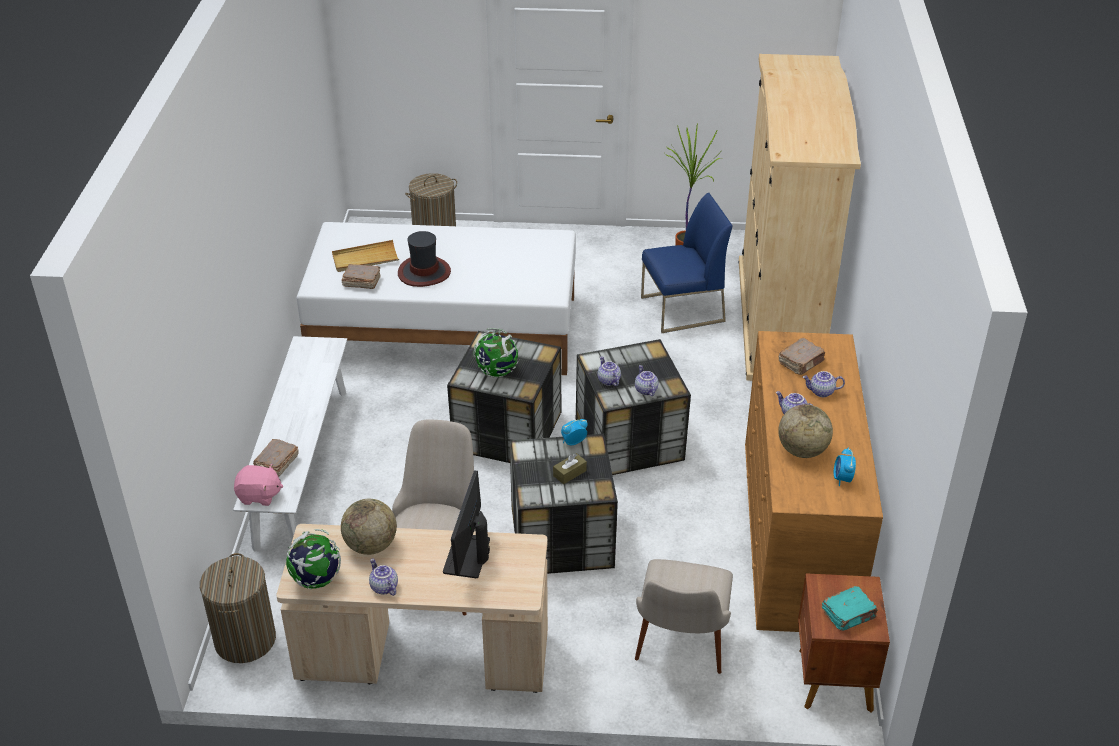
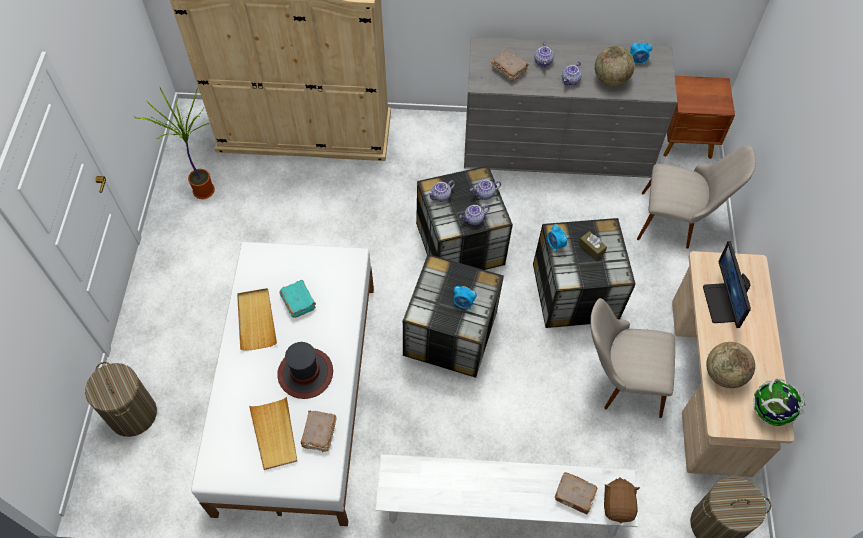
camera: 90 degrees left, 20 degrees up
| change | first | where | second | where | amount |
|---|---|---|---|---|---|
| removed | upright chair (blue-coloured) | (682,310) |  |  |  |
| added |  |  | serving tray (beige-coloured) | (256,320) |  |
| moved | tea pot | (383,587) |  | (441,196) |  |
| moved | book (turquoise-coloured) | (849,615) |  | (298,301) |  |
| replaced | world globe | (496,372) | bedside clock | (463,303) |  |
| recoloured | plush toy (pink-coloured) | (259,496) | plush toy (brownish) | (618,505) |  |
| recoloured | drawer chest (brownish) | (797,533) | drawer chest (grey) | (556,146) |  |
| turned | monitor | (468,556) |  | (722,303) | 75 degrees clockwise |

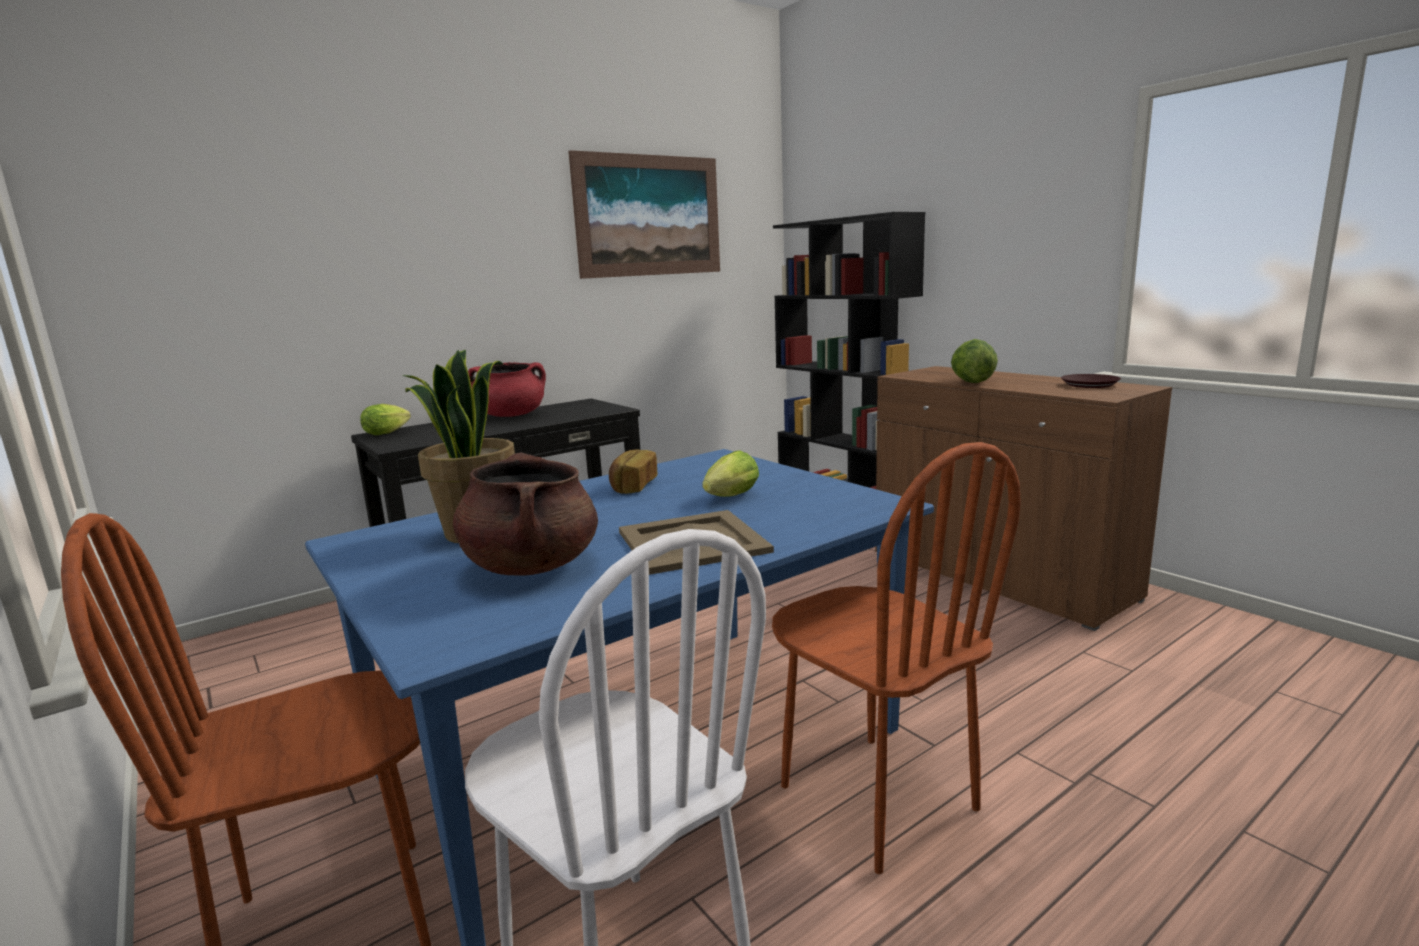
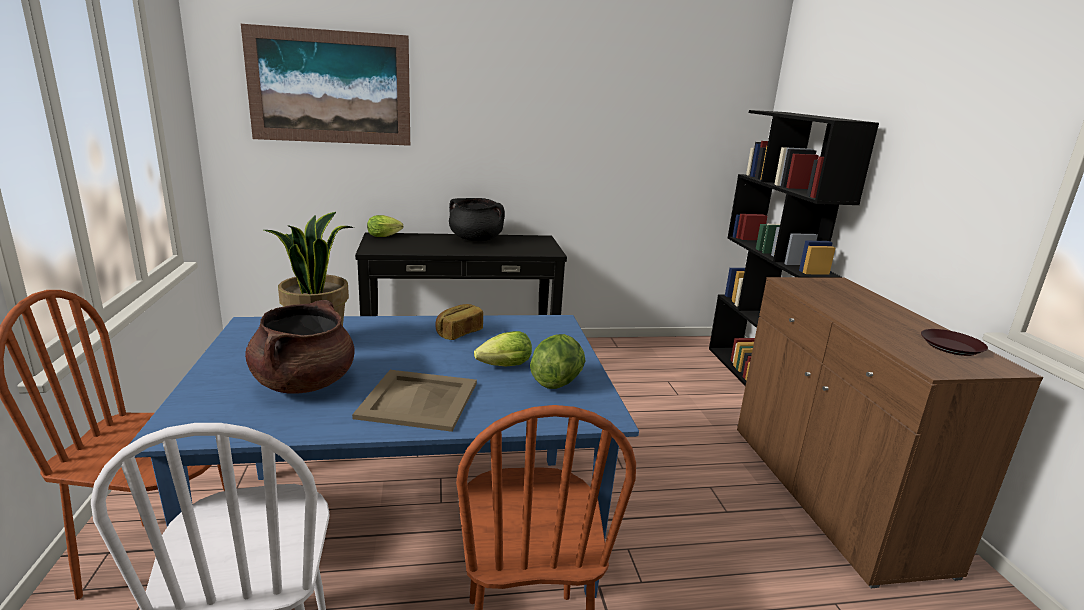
camera: 25 degrees right, 5 degrees up
| change | first | where | second | where | amount |
|---|---|---|---|---|---|
| moved | wall picture | (649,216) |  | (330,87) |  |
| moved | lettuce head | (971,382) |  | (557,382) |  |
| recoloured | stockpot (red-coloured) | (511,415) | stockpot (black-coloured) | (476,239) |  |

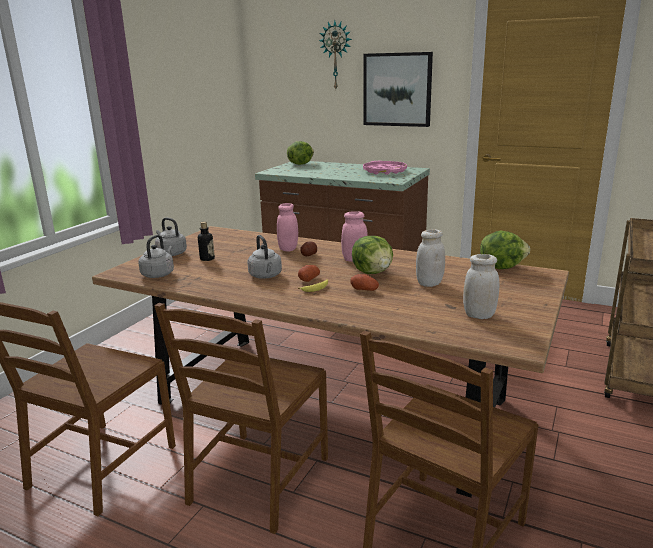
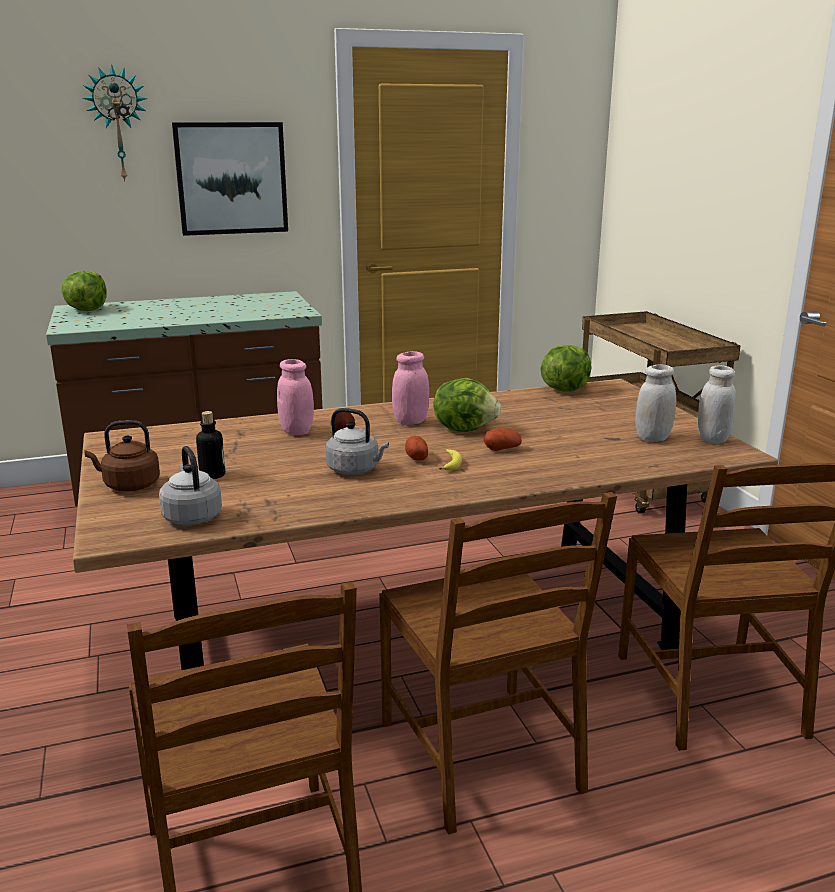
camera: 45 degrees left, 0 degrees up
| change | first | where | second | where | amount |
|---|---|---|---|---|---|
| removed | serving tray (pink-coloured) | (384,171) |  |  |  |
| moved | preserve jar (white-coloured) | (429,283) |  | (712,439) |  |
| recoloured | tea kettle (grey) | (171,253) | tea kettle (brownish) | (129,485) |  |

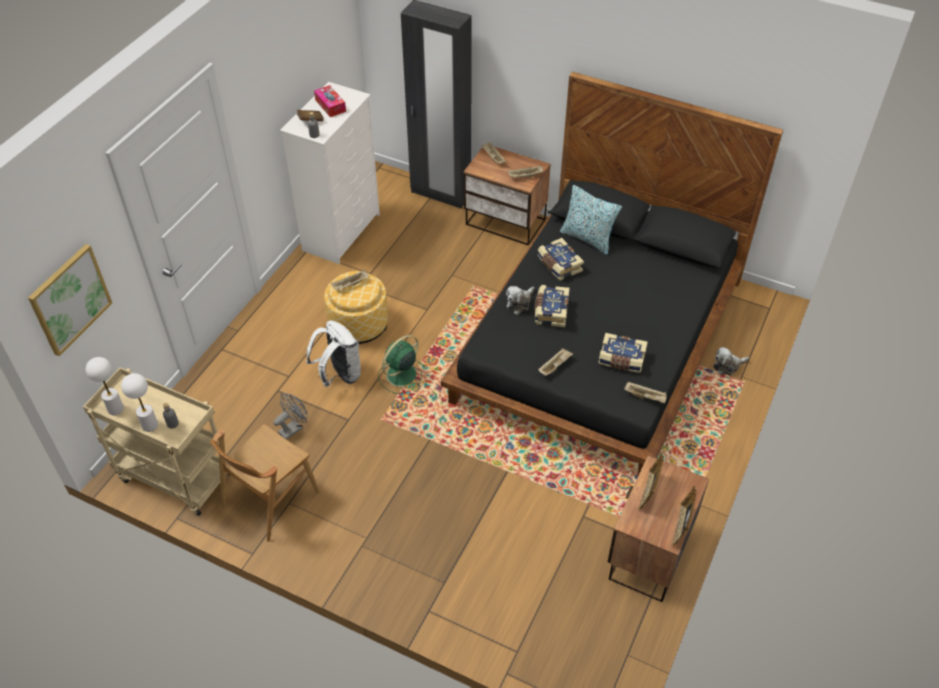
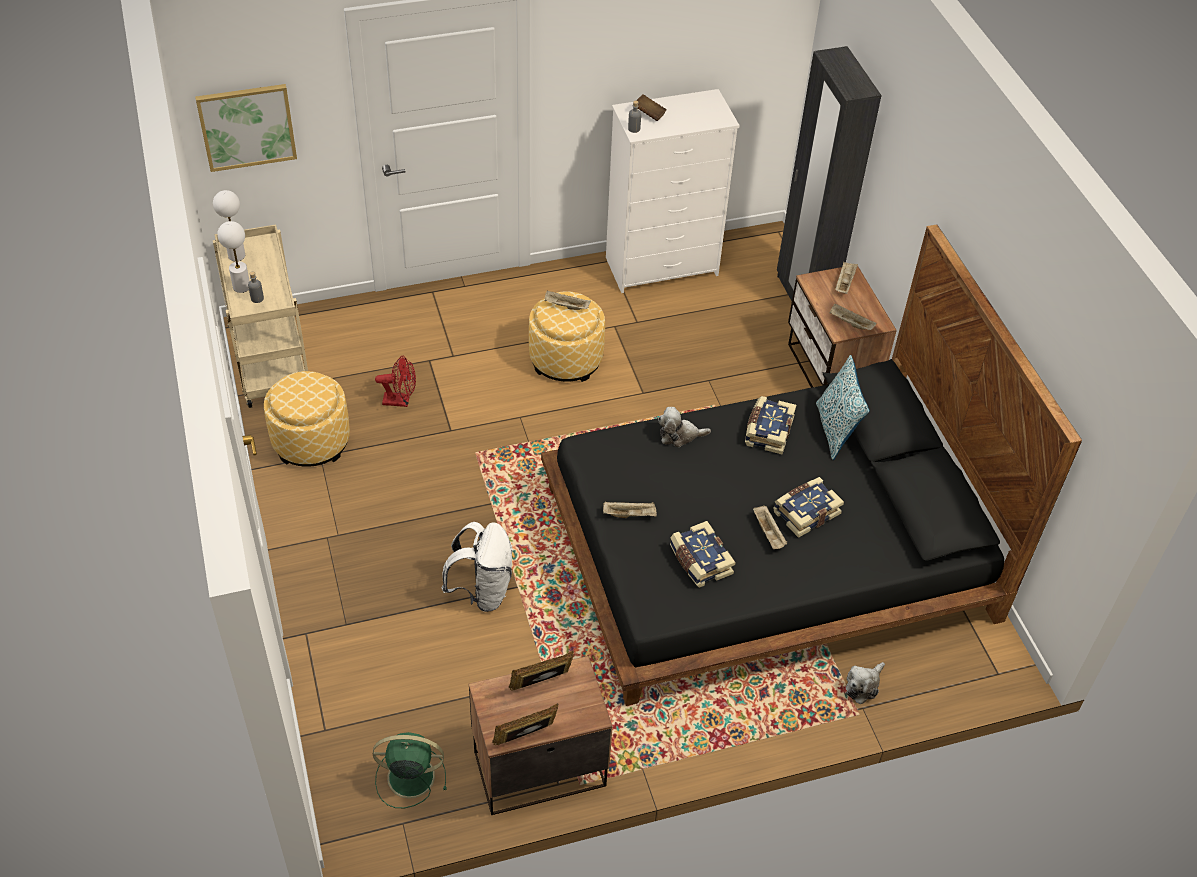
camera: 45 degrees right, 0 degrees up
| change | first | where | second | where | amount |
|---|---|---|---|---|---|
| removed | tissue box | (330,105) |  |  |  |
| moved | backpack (white-coloured) | (339,375) |  | (482,591) |  |
| moved | fan (green) | (400,375) |  | (408,777) |  |
| moved | book | (550,311) |  | (805,512) |  |
| moved | serving tray (beige-coloured) | (645,397) |  | (769,533) |  |
| replaced | upright chair (brownish) | (270,499) | footrest | (311,441) |  |
| recoloured | fan (grey) | (293,428) | fan (red-coloured) | (400,401) |  |
| turned | plush toy | (727,366) |  | (863,686) | 75 degrees counterclockwise |

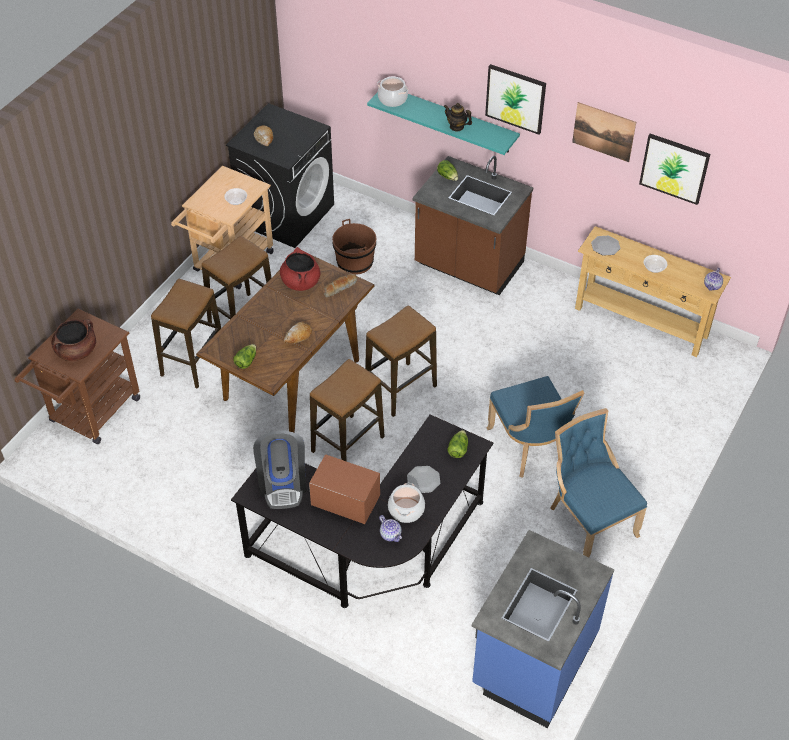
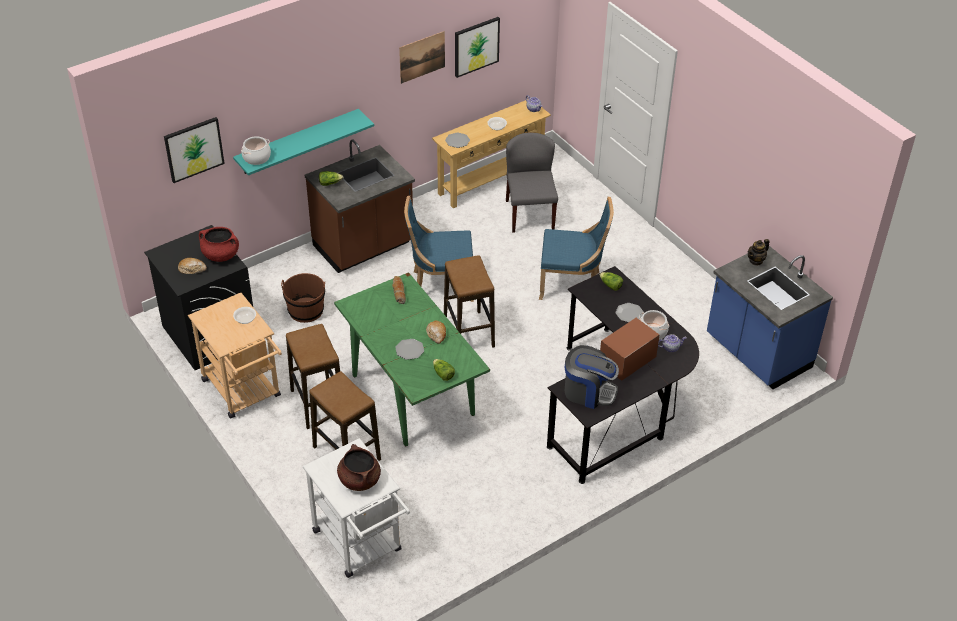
camera: 65 degrees left, 5 degrees down
| change | first | where | second | where | amount |
|---|---|---|---|---|---|
| removed | stool seat | (348,444) |  |  |  |
| added |  |  | plate | (409,350) |  |
| added |  |  | upright chair (grey) | (529,214) |  |
| moved | stockpot (red-coloured) | (300,282) |  | (220,255) |  |
| moved | tea pot | (457,127) |  | (756,261) |  |
| moved | wall picture | (515,98) |  | (194,149) |  |
| moved | upright chair (blue-coloured) | (589,521) |  | (440,284) |  |
| recoloured | trolley (brownish) | (90,415) | trolley (white-coloured) | (361,545) |  |
| recoloured | dining table (brownish) | (292,378) | dining table (green) | (412,393) |  |

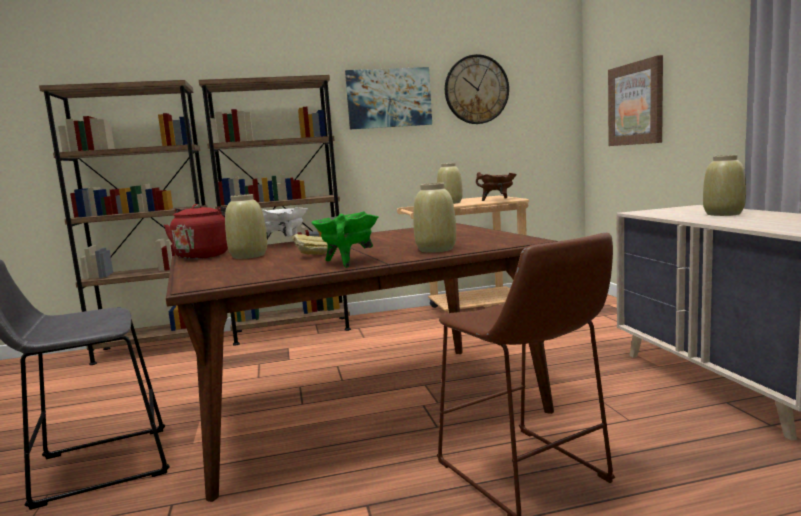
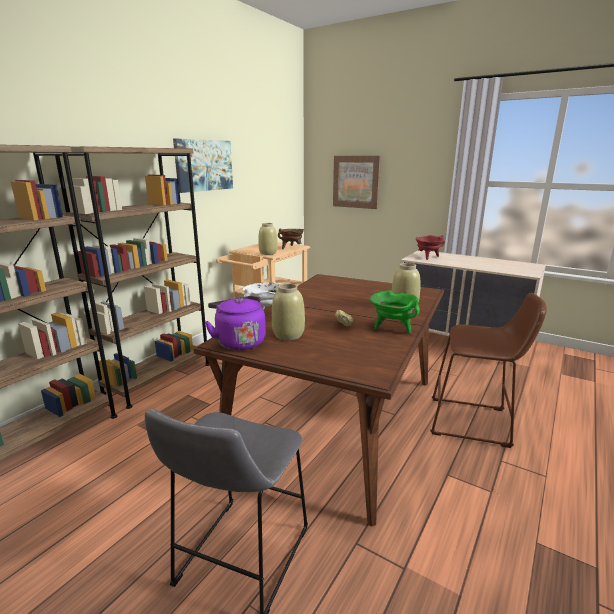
camera: 45 degrees left, 10 degrees up
| change | first | where | second | where | amount |
|---|---|---|---|---|---|
| removed | clock on the wall | (476,89) |  |  |  |
| removed | decorative vase (beige-coloured) | (723,214) |  |  |  |
| added |  |  | stockpot (red-coloured) | (427,257) |  |
| recoloured | tea kettle (red-coloured) | (204,255) | tea kettle (purple-coloured) | (239,342) |  |

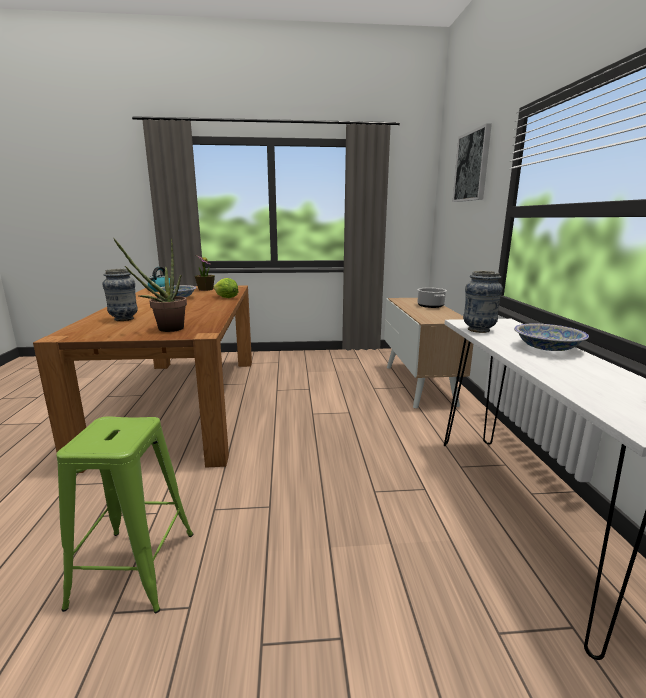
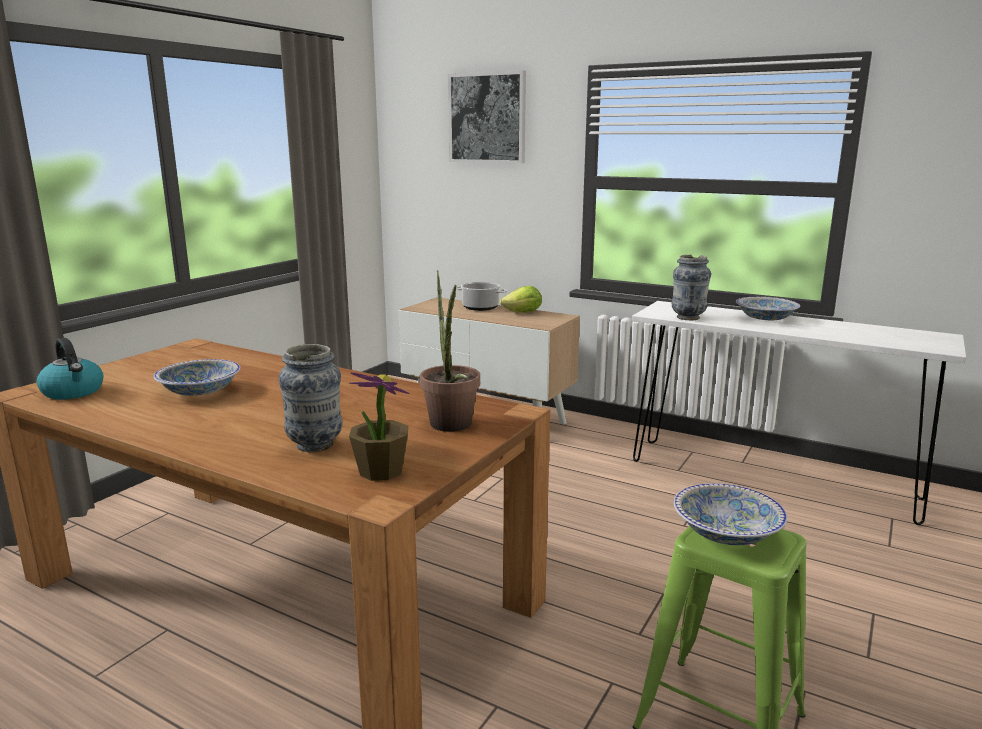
camera: 55 degrees left, 0 degrees up
| change | first | where | second | where | amount |
|---|---|---|---|---|---|
| added |  |  | serving bowl | (726,533) |  |
| moved | houseplant | (205,289) |  | (380,471) |  |
| moved | lettuce head | (226,298) |  | (523,313) |  |

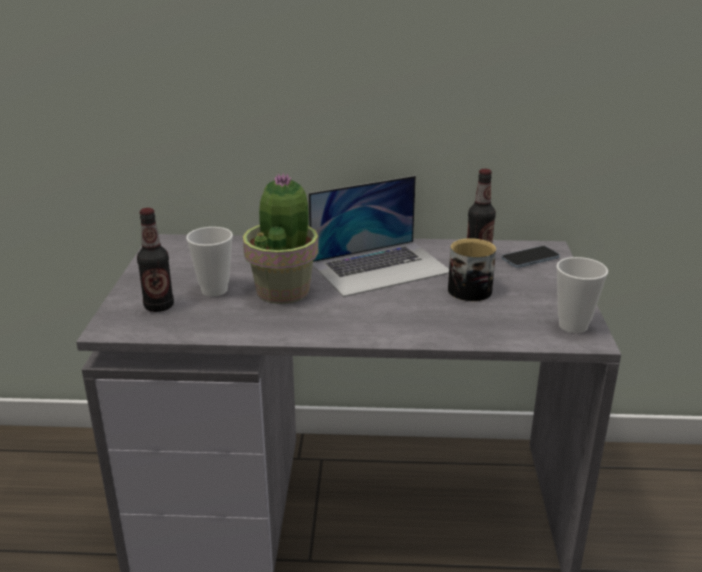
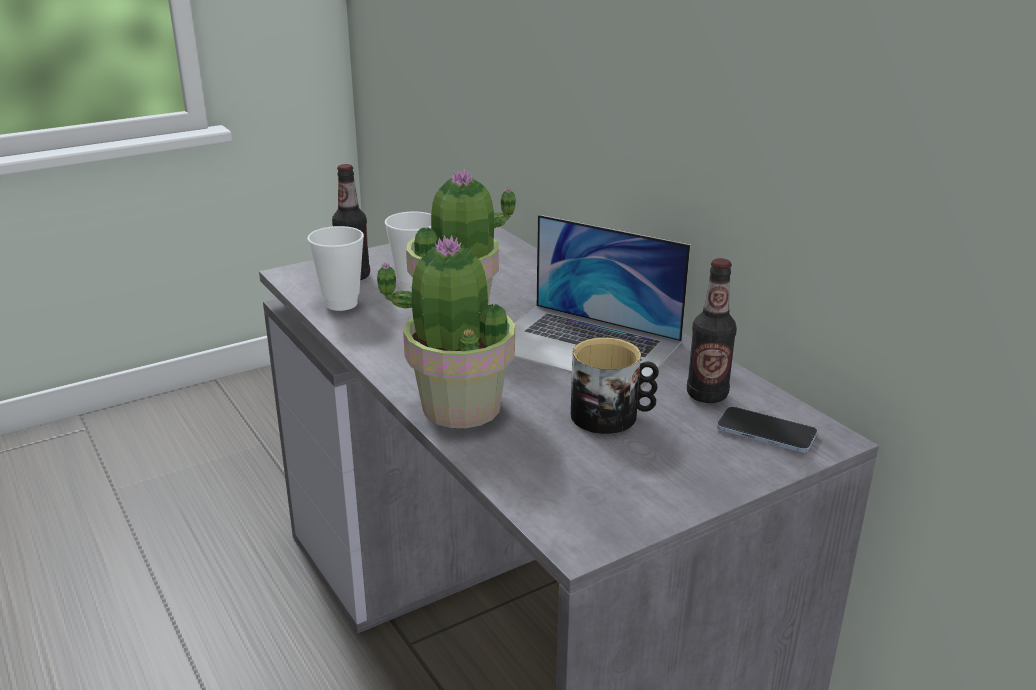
camera: 55 degrees right, 0 degrees up
| change | first | where | second | where | amount |
|---|---|---|---|---|---|
| added |  |  | houseplant | (460,407) |  |
| moved | small cup | (573,326) |  | (341,304) |  |

